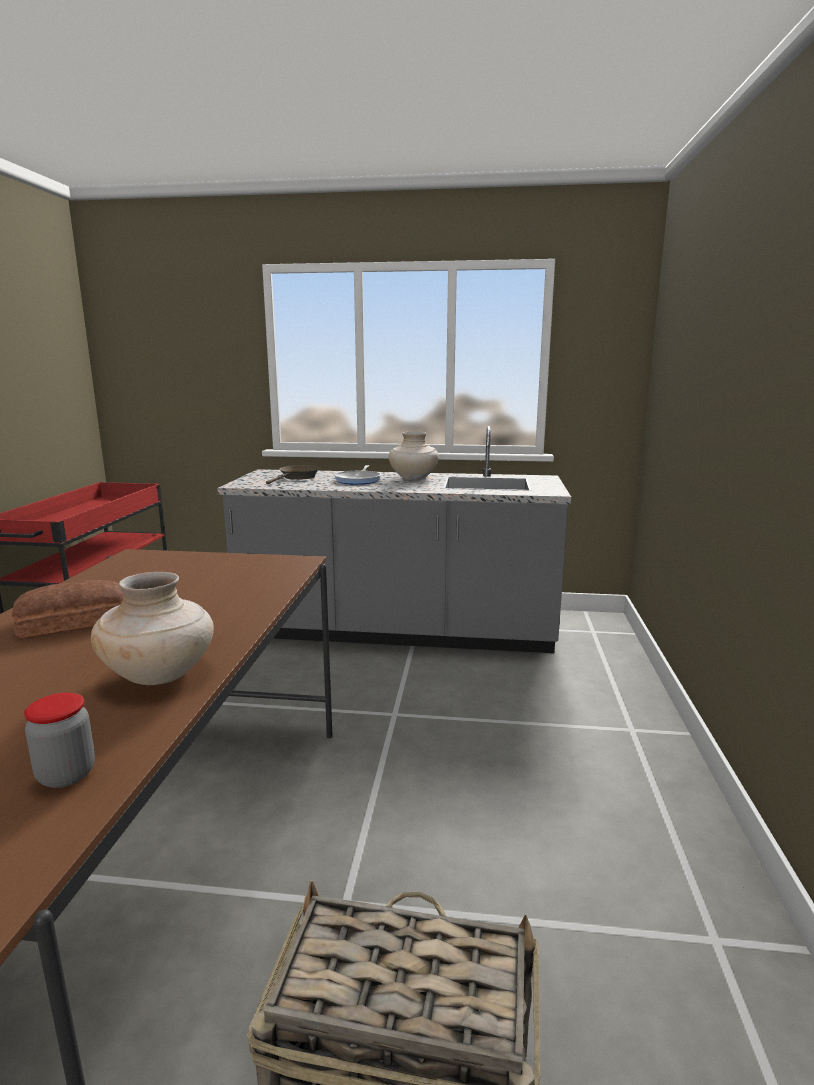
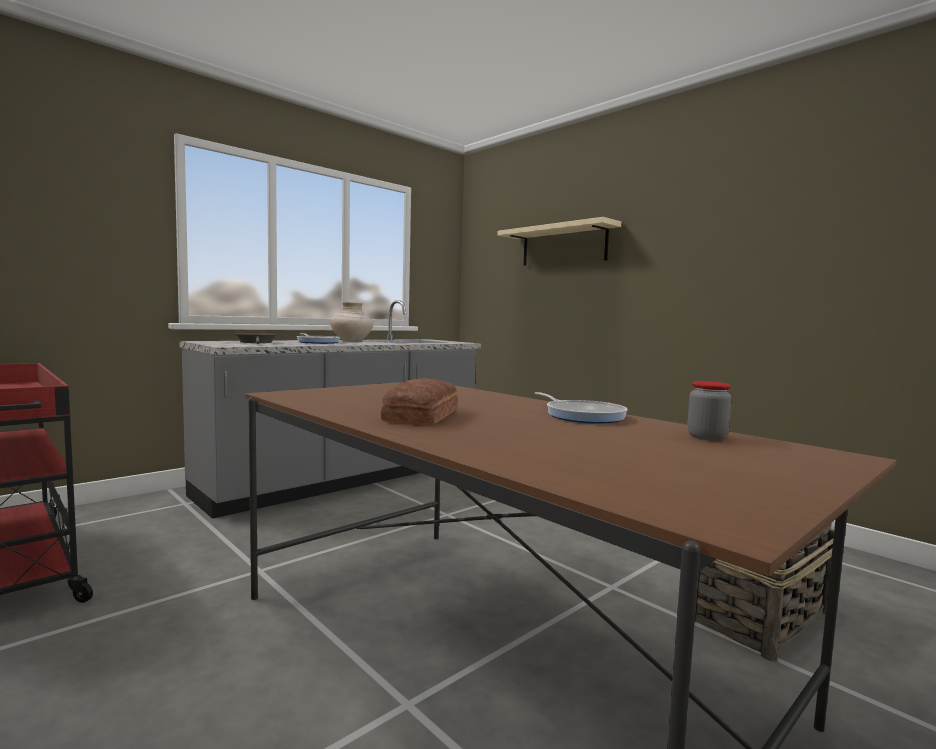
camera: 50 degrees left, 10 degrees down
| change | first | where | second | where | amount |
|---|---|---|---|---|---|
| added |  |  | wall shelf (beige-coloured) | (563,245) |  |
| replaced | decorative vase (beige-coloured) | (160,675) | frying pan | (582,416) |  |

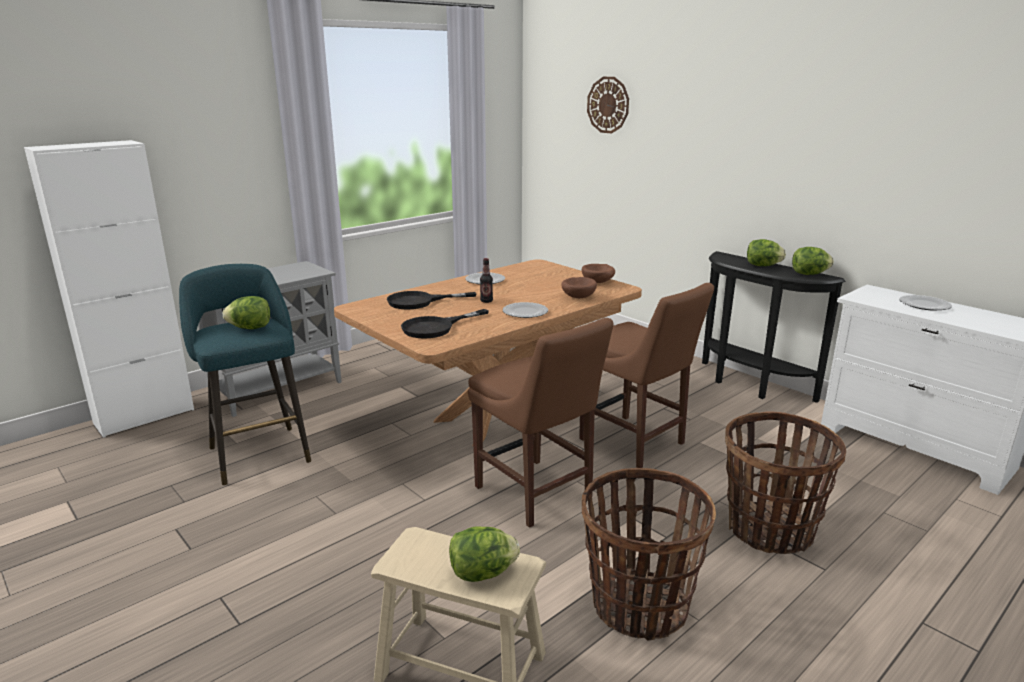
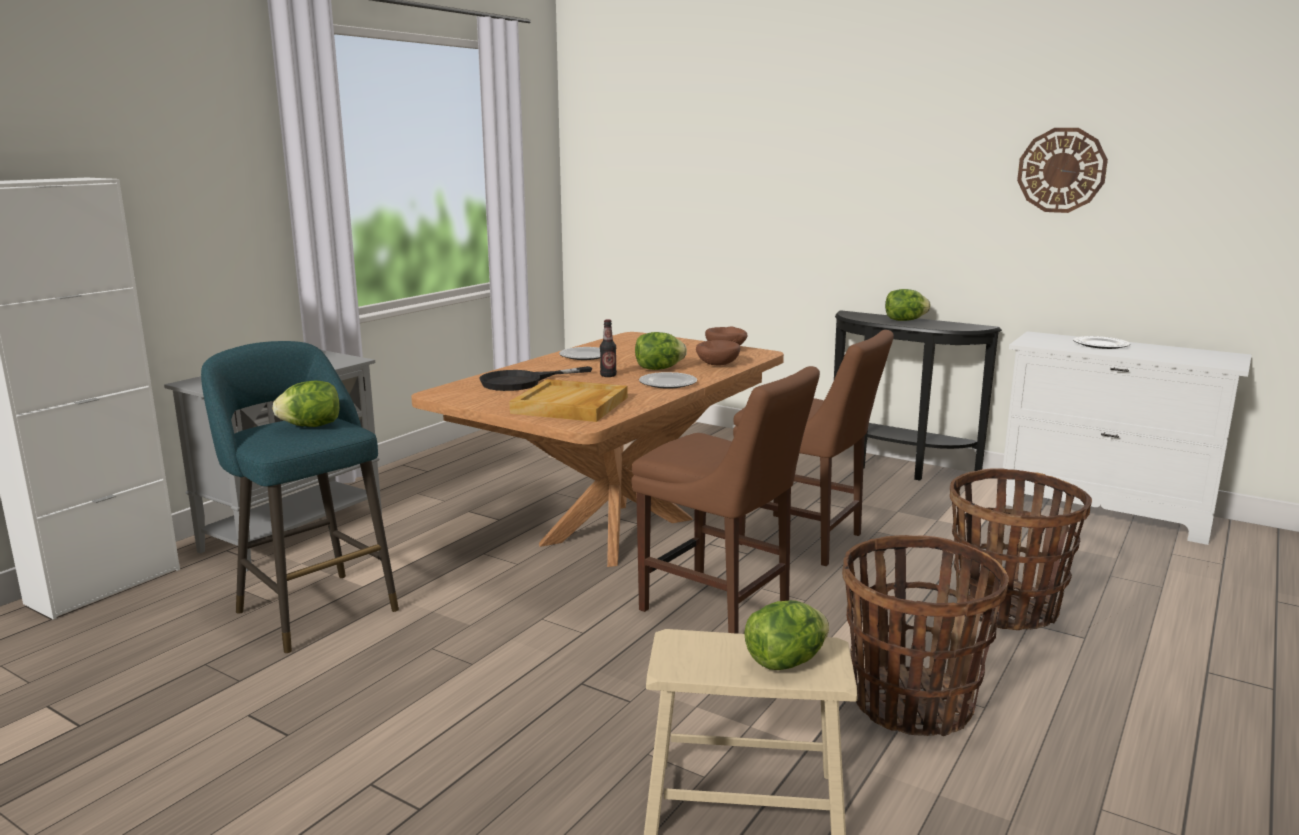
camera: 15 degrees left, 5 degrees down
| change | first | where | second | where | amount |
|---|---|---|---|---|---|
| moved | clock on the wall | (608,105) |  | (1061,170) |  |
| moved | lettuce head | (809,274) |  | (658,369) |  |
| replaced | frying pan (black-coloured) | (435,327) | serving tray (beige-coloured) | (571,405) |  |

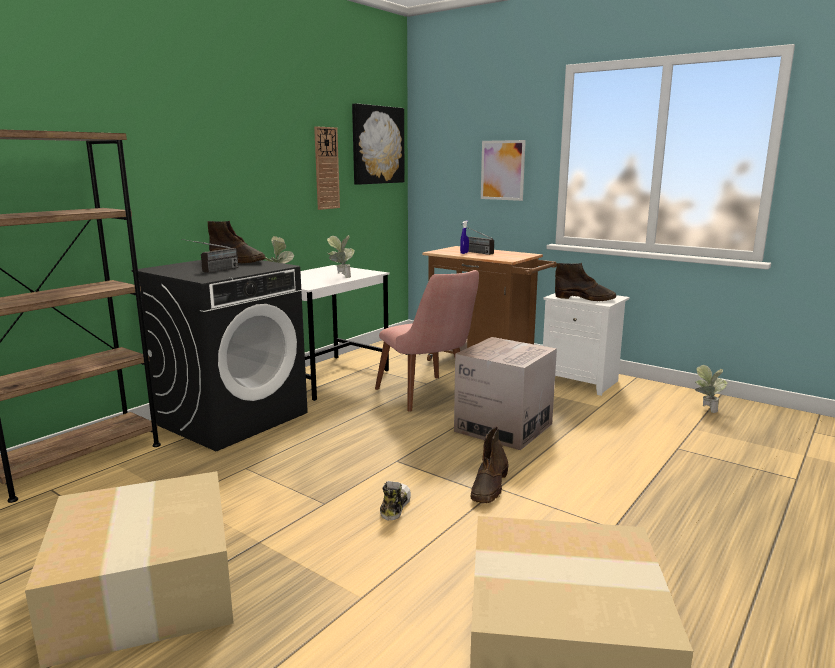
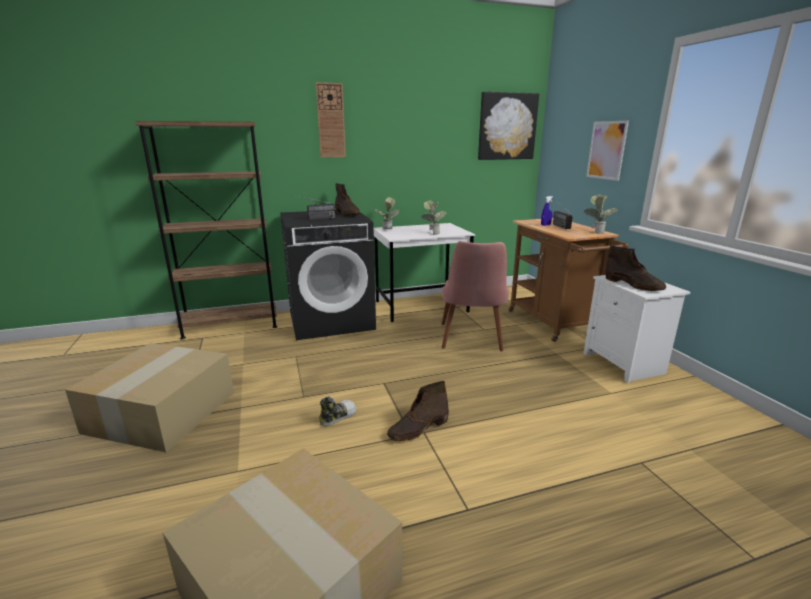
camera: 35 degrees right, 5 degrees up
| change | first | where | second | where | amount |
|---|---|---|---|---|---|
| removed | carton | (503,427) |  |  |  |
| moved | clock on the wall | (326,168) |  | (331,121) |  |
| moved | houseplant | (706,409) |  | (596,232) |  |

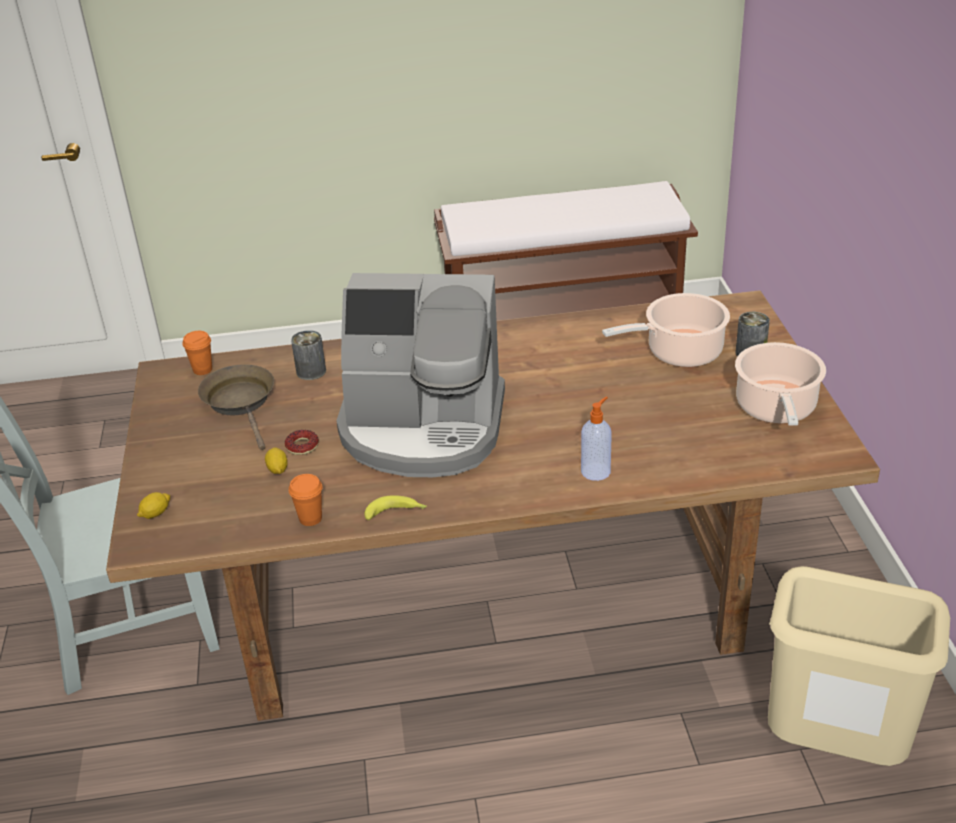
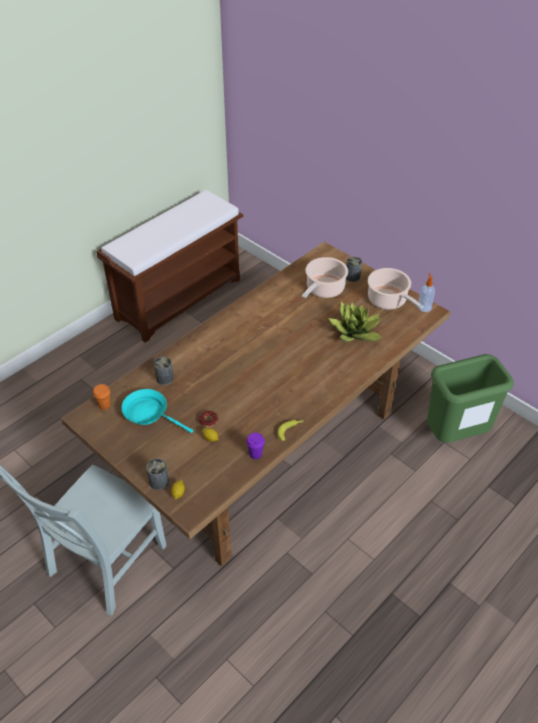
camera: 40 degrees left, 10 degrees up
| change | first | where | second | where | amount |
|---|---|---|---|---|---|
| removed | coffee maker | (423,429) |  |  |  |
| added |  |  | metal can | (159,482) |  |
| added |  |  | houseplant | (355,332) |  |
| moved | liquid soap bottle | (596,471) |  | (424,307) |  |
| recoloured | frying pan (brownish) | (241,403) | frying pan (turquoise-coloured) | (149,413) |  |
| recoloured | small cup (orangey) | (310,518) | small cup (purple-coloured) | (255,454) |  |
| recoloured | waste bin (beige-coloured) | (832,752) | waste bin (green) | (455,437) |  |

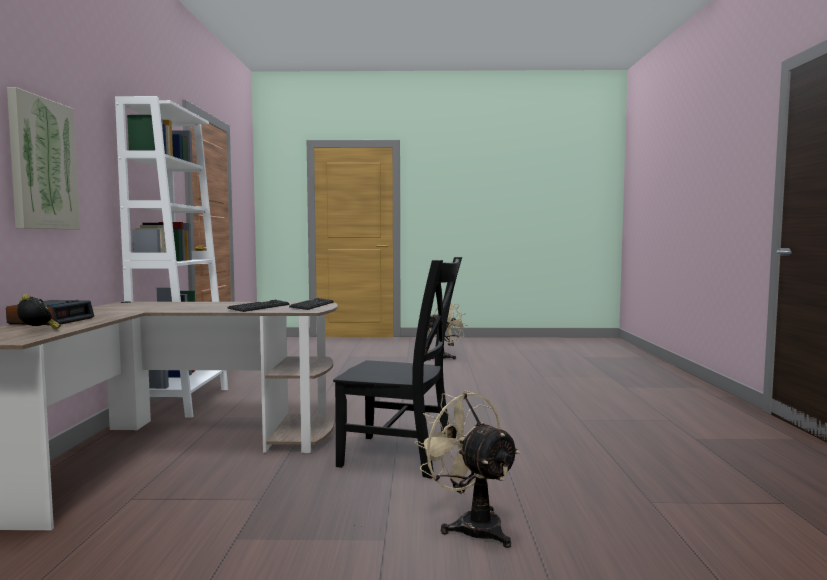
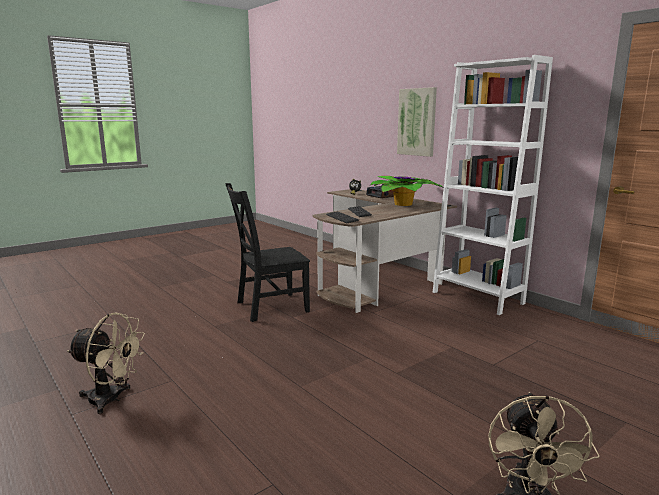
camera: 140 degrees right, 10 degrees up
| change | first | where | second | where | amount |
|---|---|---|---|---|---|
| added |  |  | houseplant | (404,204) |  |
| moved | fan (beige-coloured) | (471,525) |  | (111,400) |  |

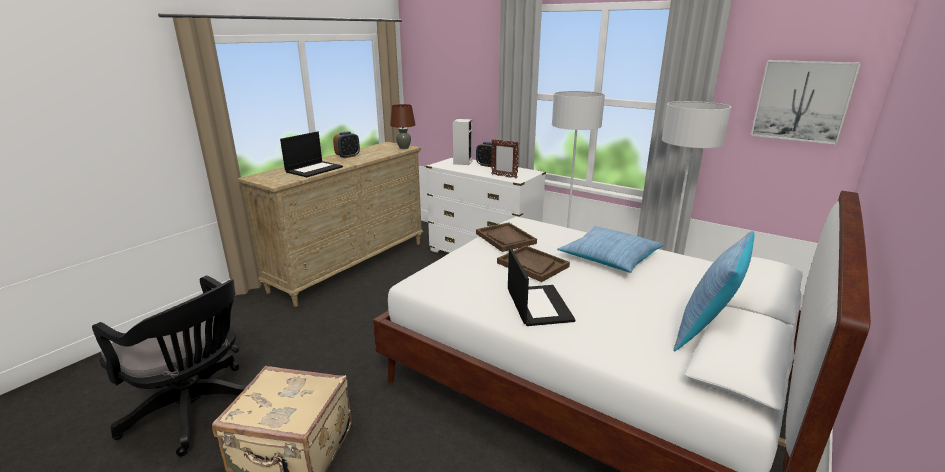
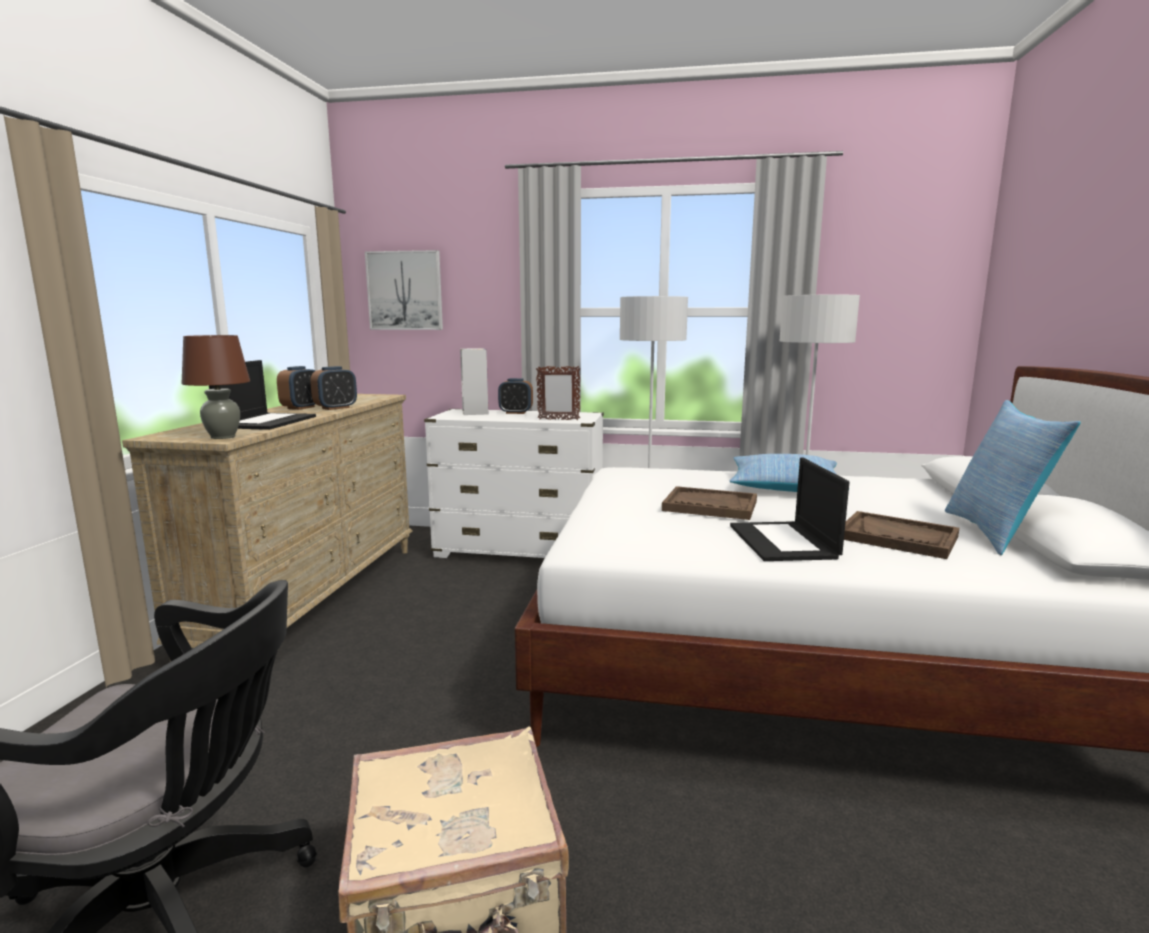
camera: 25 degrees left, 10 degrees down
| change | first | where | second | where | amount |
|---|---|---|---|---|---|
| added |  |  | bedside clock | (335,408) |  |
| moved | table lamp (brownish) | (404,148) |  | (223,437) |  |
| moved | serving tray (brownish) | (505,238) |  | (898,537) |  |
| moved | wall picture | (802,101) |  | (405,291) |  |
| turned | notebook computer | (538,305) |  | (784,542) | 150 degrees counterclockwise |

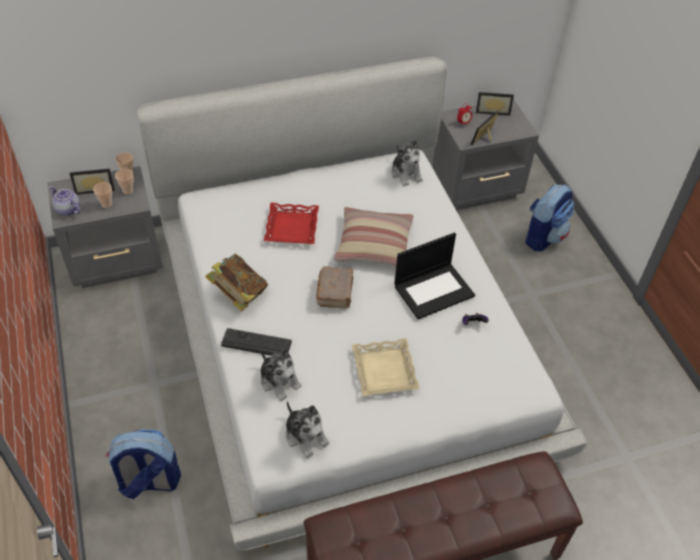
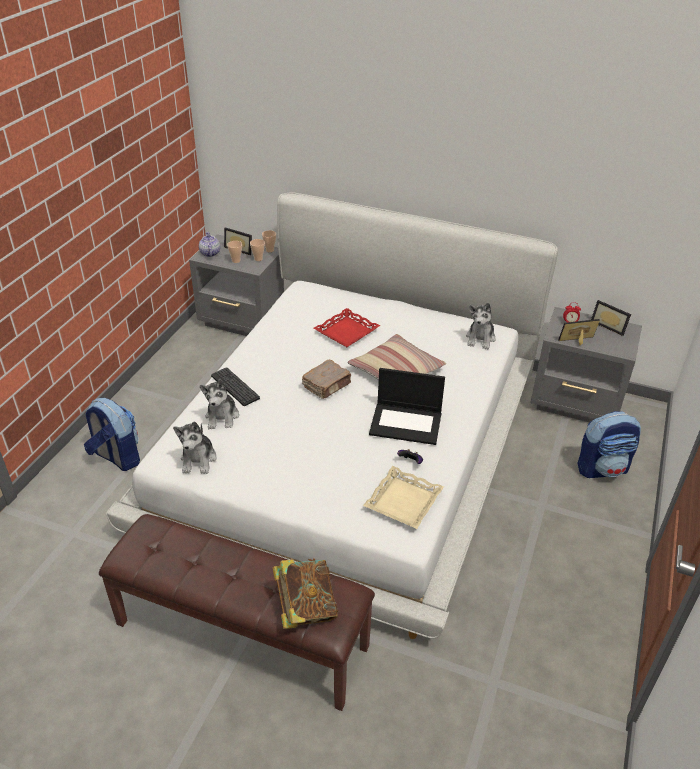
camera: 40 degrees right, 10 degrees down
| change | first | where | second | where | amount |
|---|---|---|---|---|---|
| moved | book | (239,294) |  | (305,607) |  |
| moved | serving tray (beige-coloured) | (384,370) |  | (403,501) |  |

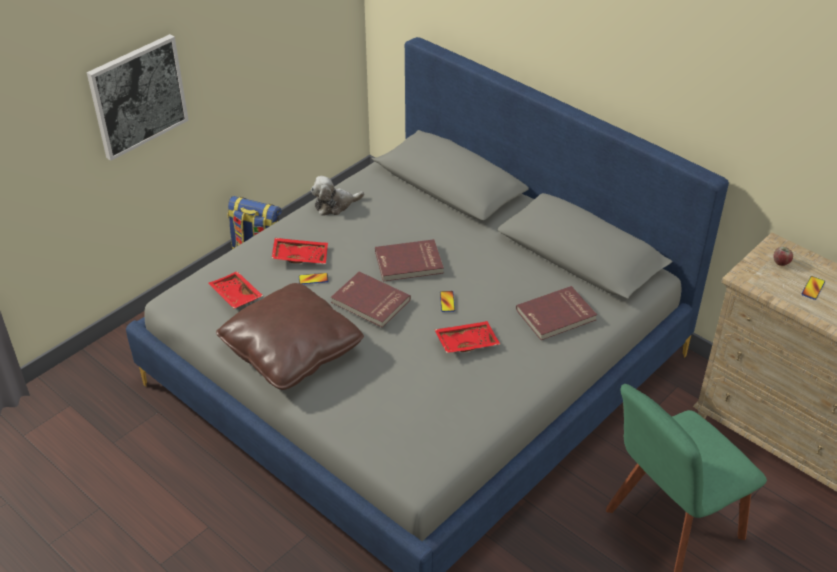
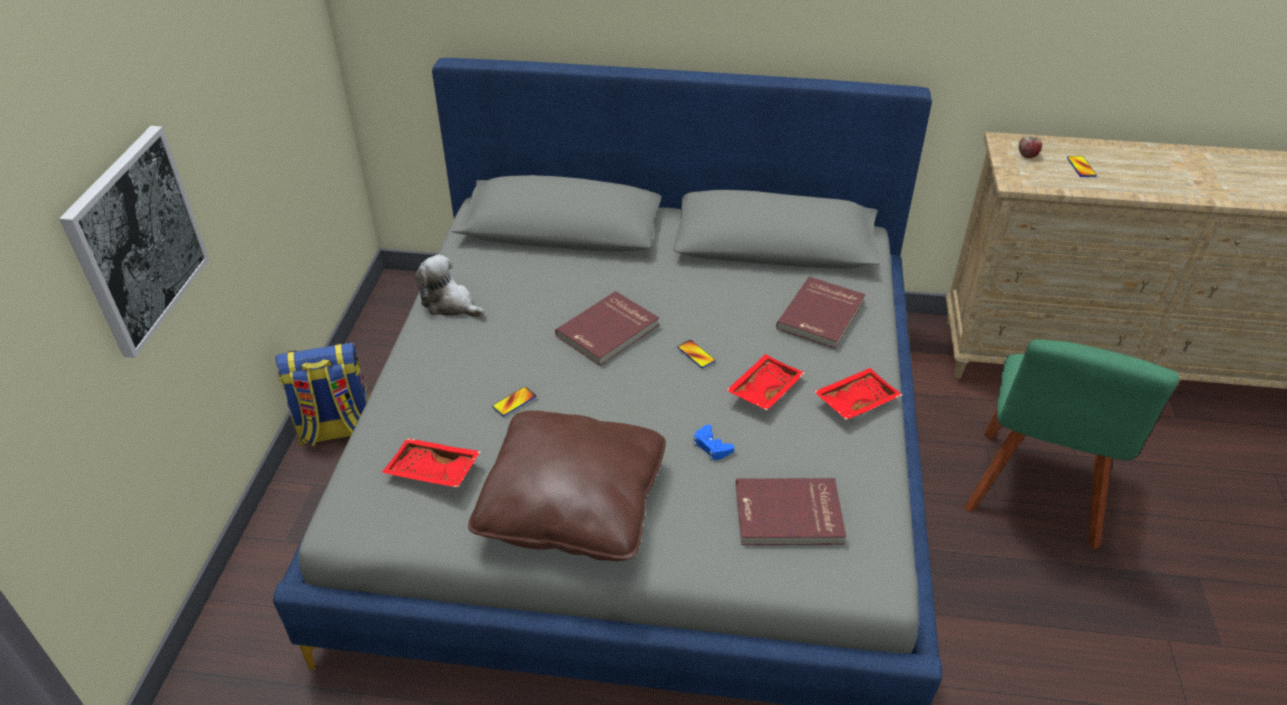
camera: 35 degrees left, 0 degrees up
| change | first | where | second | where | amount |
|---|---|---|---|---|---|
| added |  |  | game controller (blue-coloured) | (711,446) |  |
| moved | serving tray (red-coloured) | (300,256) |  | (855,400) |  |
| moved | book (red-coloured) | (370,302) |  | (788,516) |  |
| turned | plush toy | (335,205) |  | (450,304) | 90 degrees clockwise |

